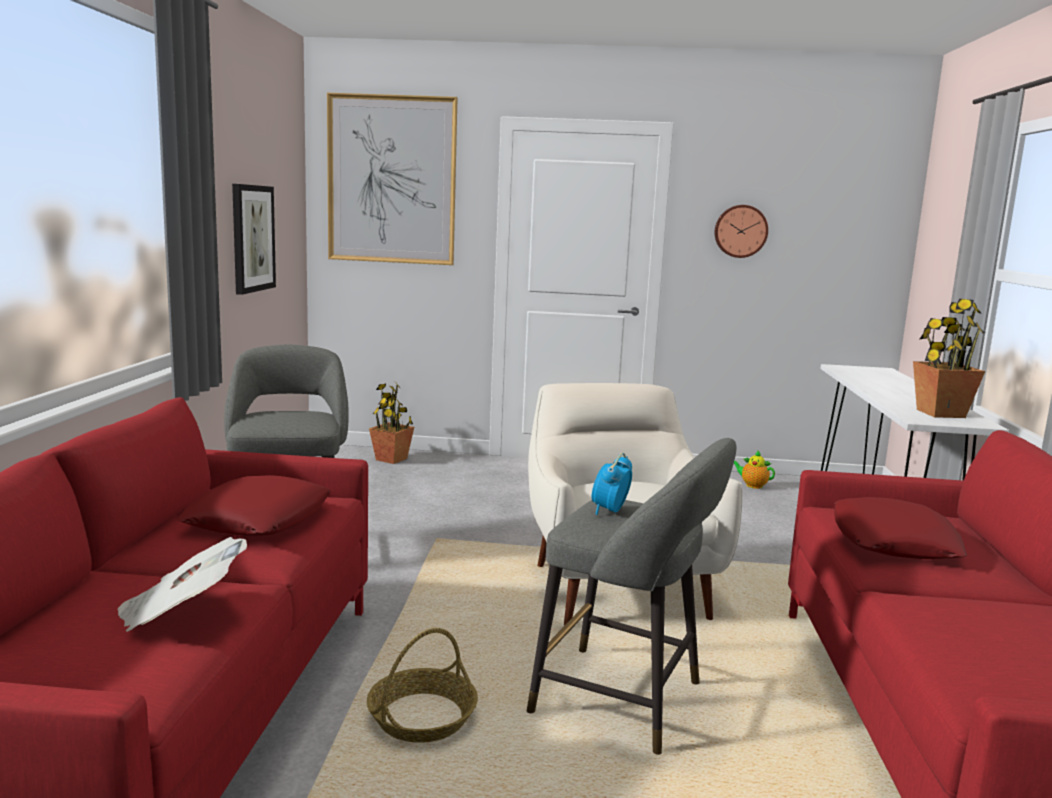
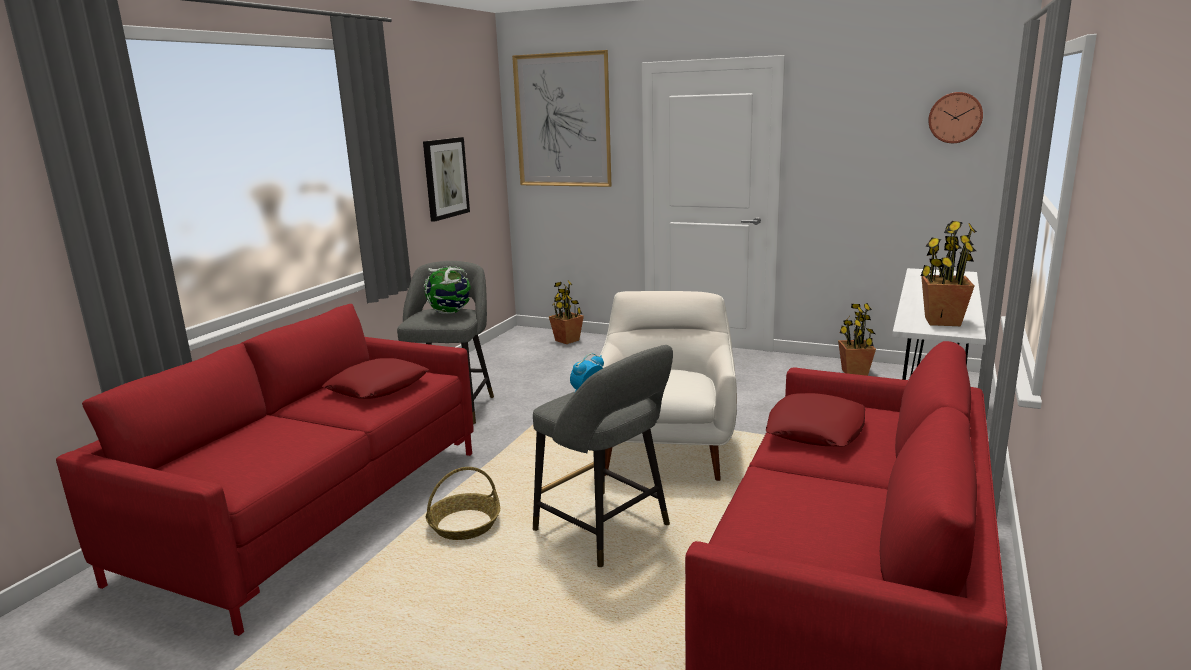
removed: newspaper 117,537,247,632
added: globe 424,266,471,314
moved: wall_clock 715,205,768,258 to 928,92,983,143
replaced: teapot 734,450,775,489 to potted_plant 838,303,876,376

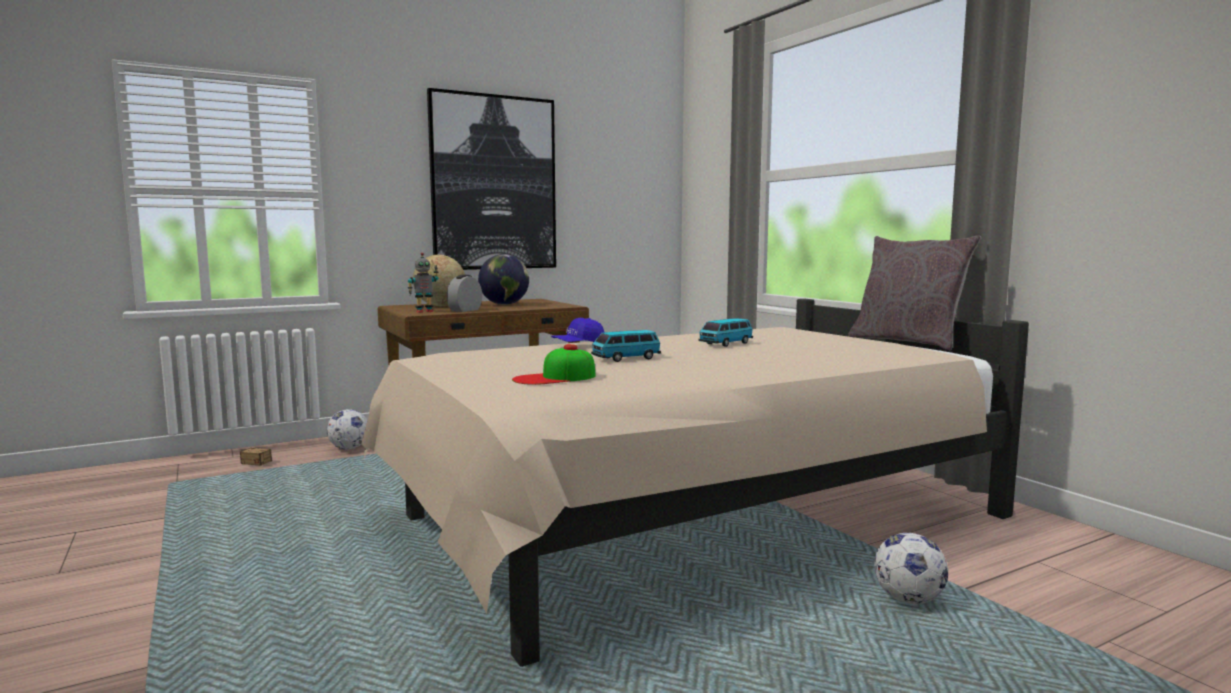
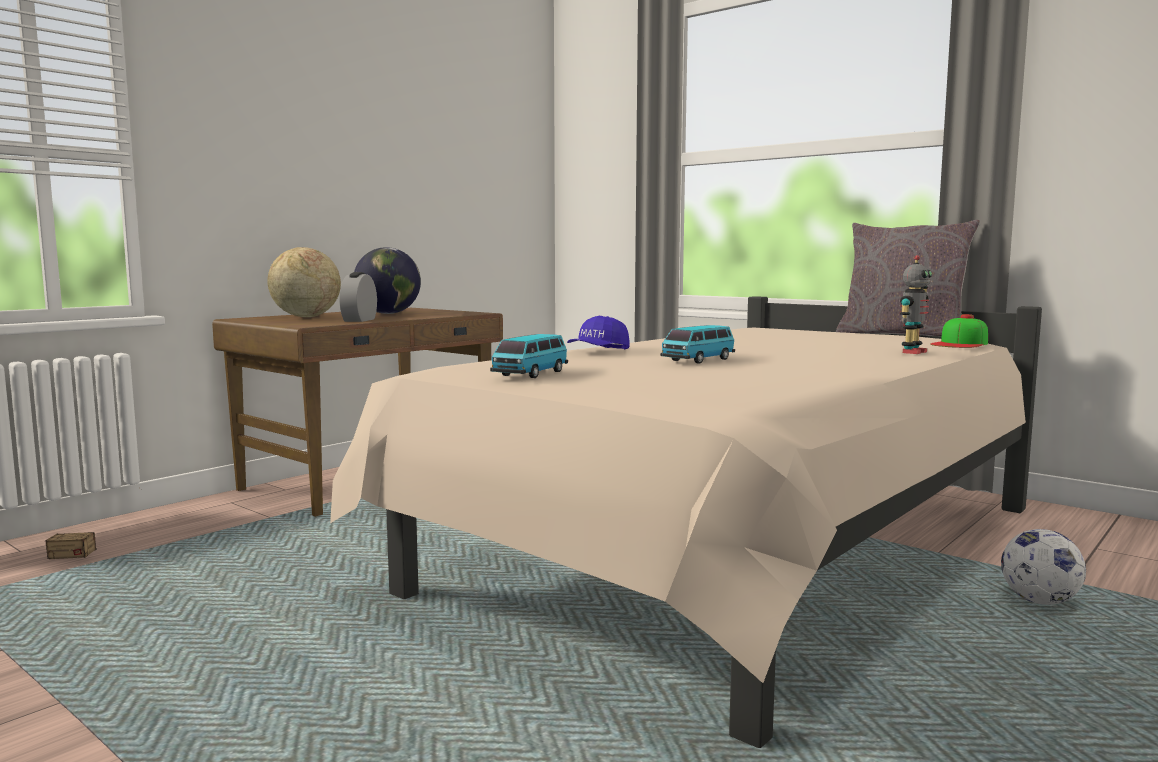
removed: football 327,409,367,449; picture 427,88,556,270
moved: toy_robot 408,252,438,313 to 899,255,932,354; cap 512,344,596,385 to 930,314,988,348; toy_car 698,318,753,347 to 490,334,568,378

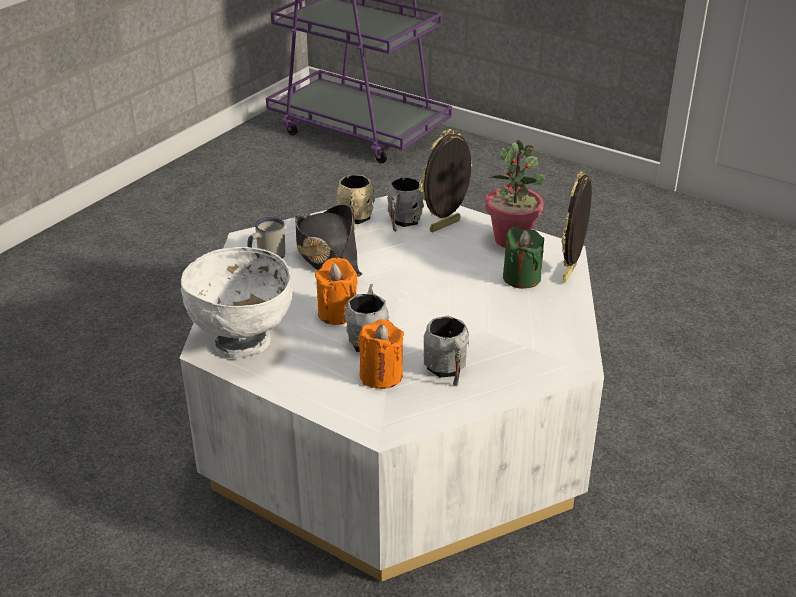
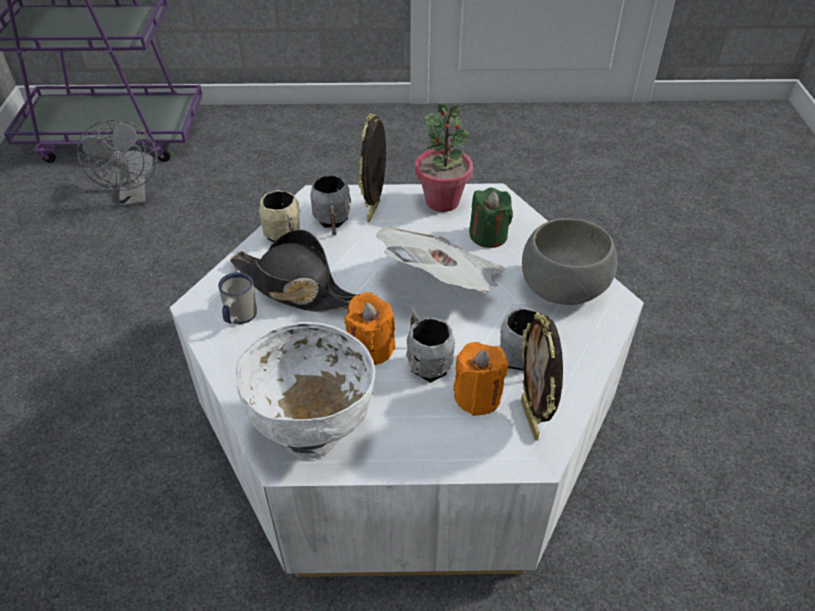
added: grey_fan 77,120,158,207; newspaper 376,226,505,293; grey_bowl 522,218,618,305
moved: picture_frame 562,171,592,283 to 521,312,563,441

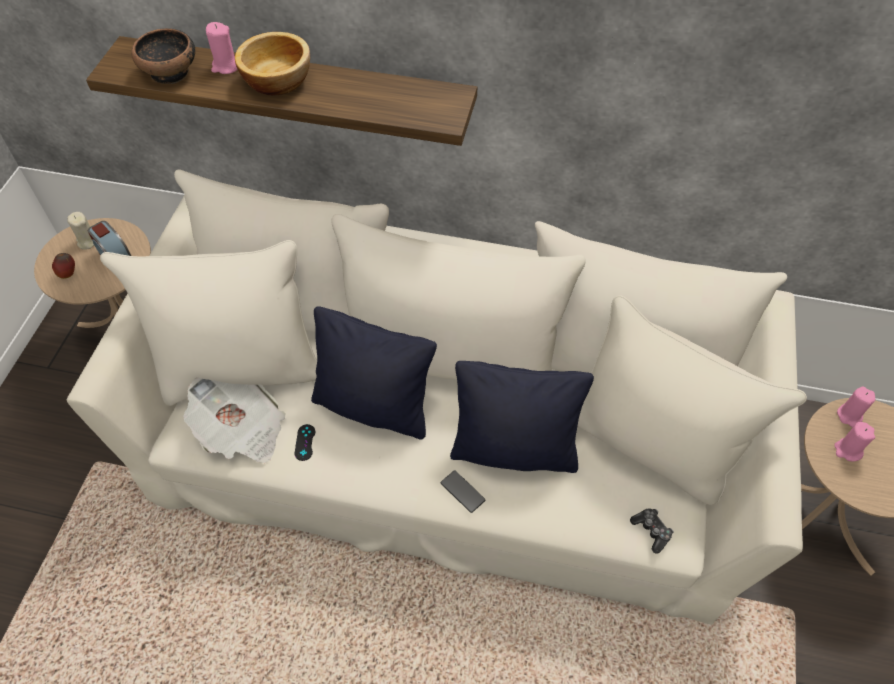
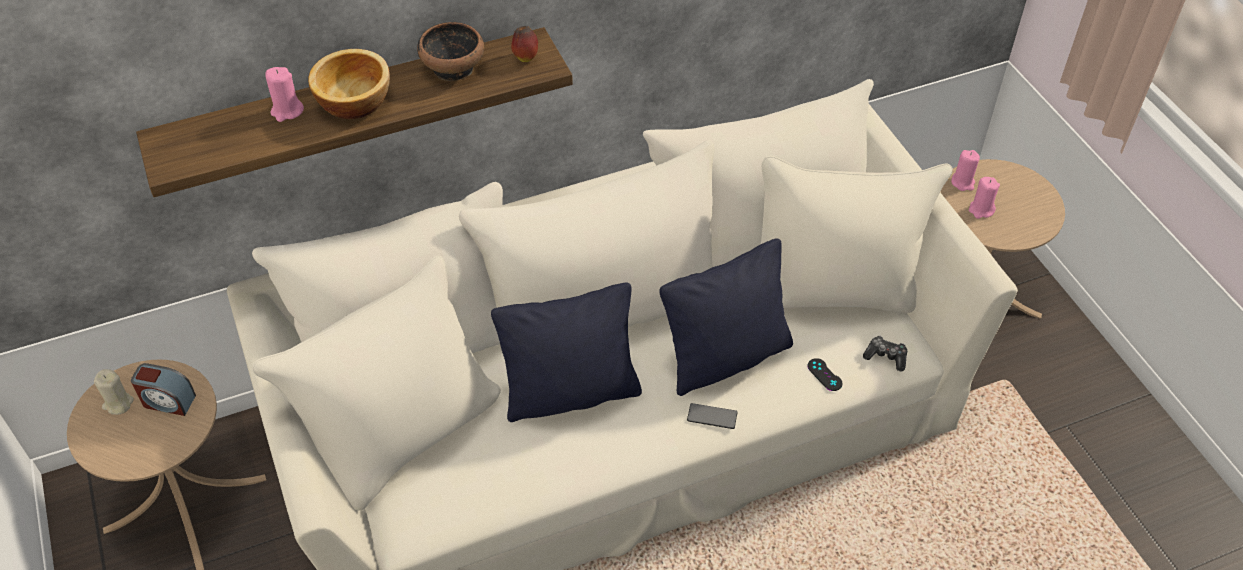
removed: newspaper 183,377,286,463
moved: apple 52,253,75,279 to 511,26,538,62; bowl 131,28,195,84 to 417,22,484,81; black_game_controller 295,424,315,461 to 808,358,842,391

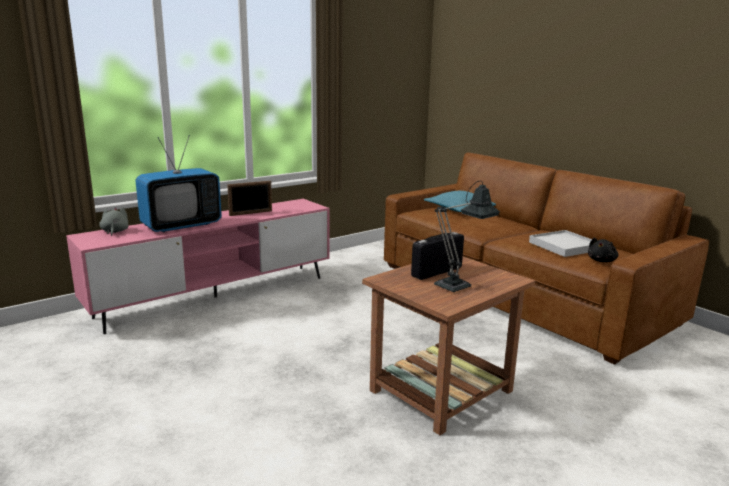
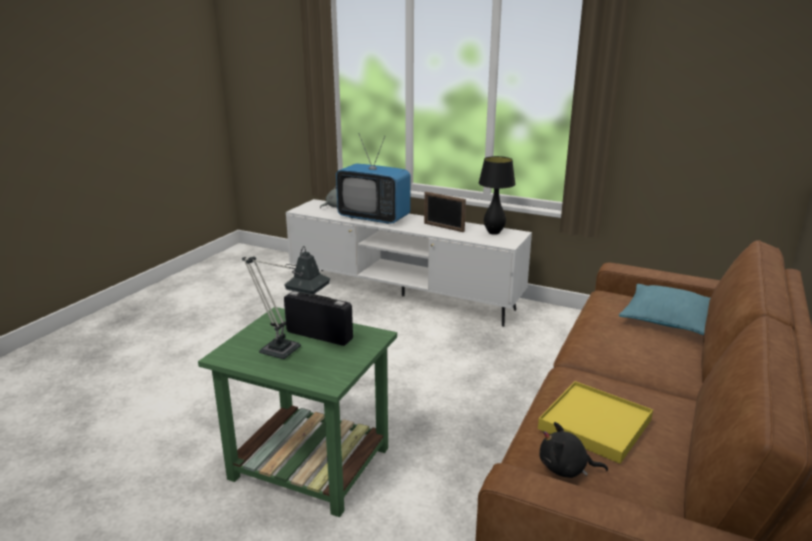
added: black_table_lamp 479,156,516,235
recoloured: pink_tv_stand 66,199,329,334 to white_tv_stand 286,199,532,327; brown_side_table 362,257,535,435 to green_side_table 198,307,397,517; white_tray 529,230,592,257 to yellow_tray 538,381,653,464

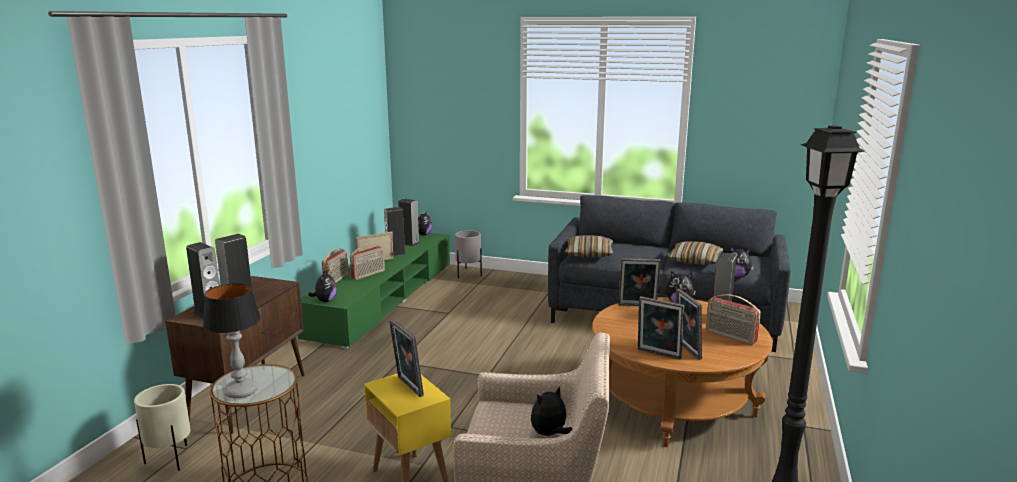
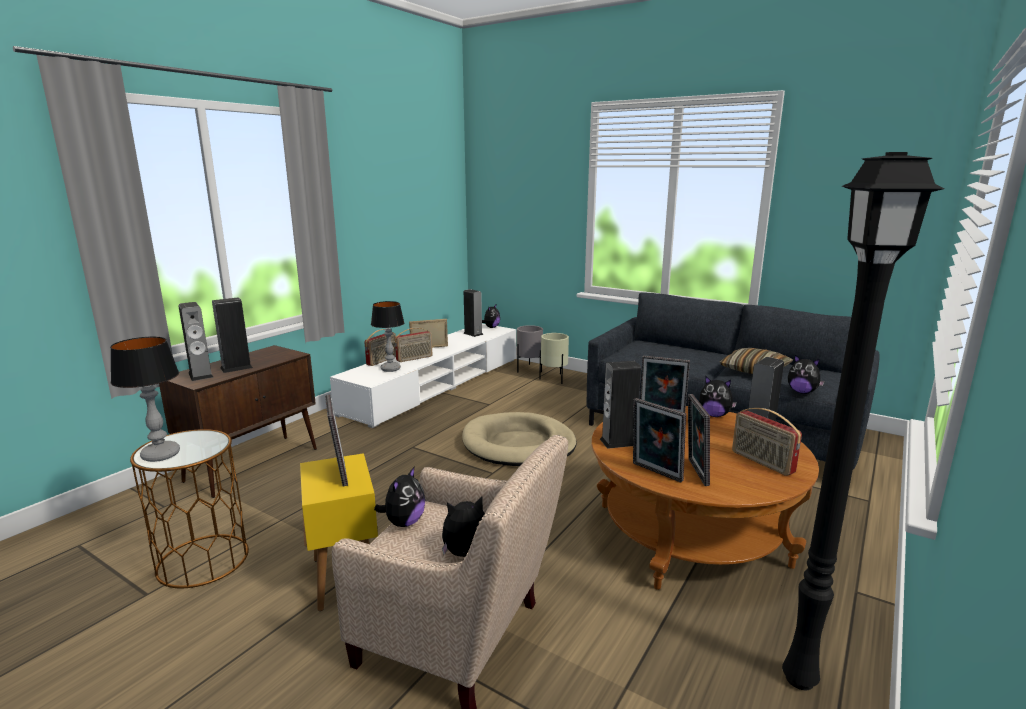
removed: pillow 565,235,613,257
added: table_lamp 371,301,404,372; beige_dog_bed 462,412,577,466
moved: beige_planter 134,384,191,471 to 539,333,569,384; plush_toy 308,270,337,302 to 374,466,425,527; speaker 384,207,406,256 to 600,361,641,449
recoloured: green_tv_stand 298,233,450,349 to white_tv_stand 330,324,516,428

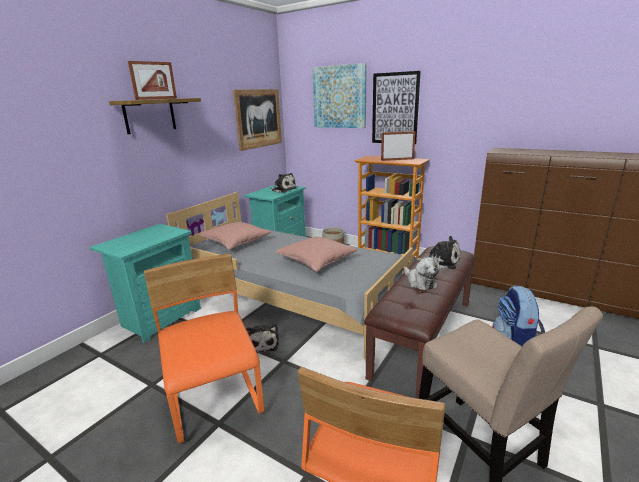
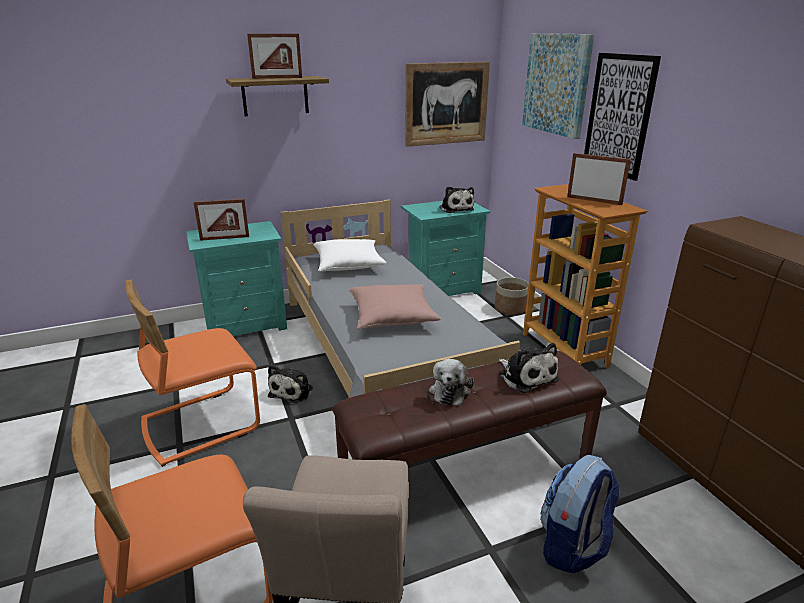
added: picture_frame 193,199,249,241
recoloured: pink_pillow 199,222,271,250 to white_pillow 313,239,386,272
turned: orange_chair 144,254,264,444 = 126,280,260,467 135 degrees counterclockwise

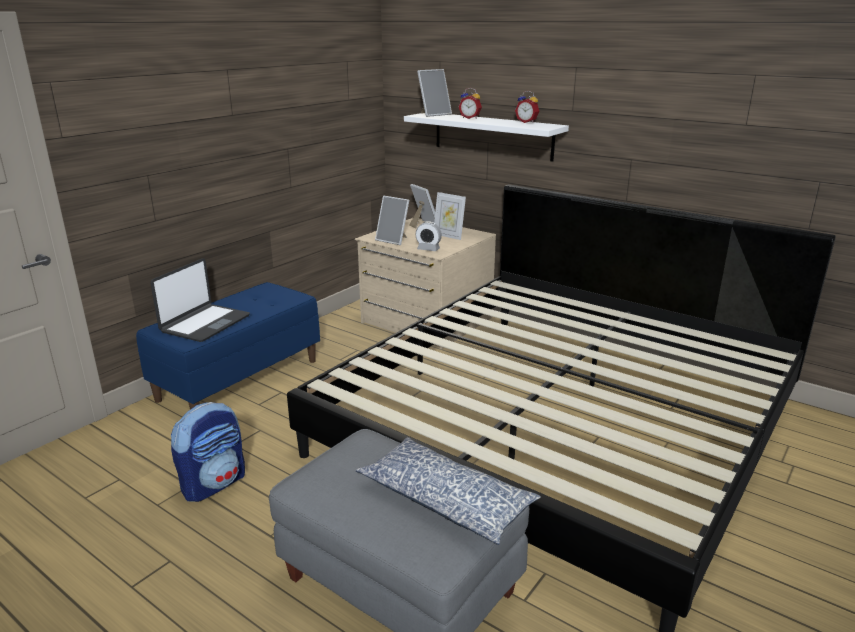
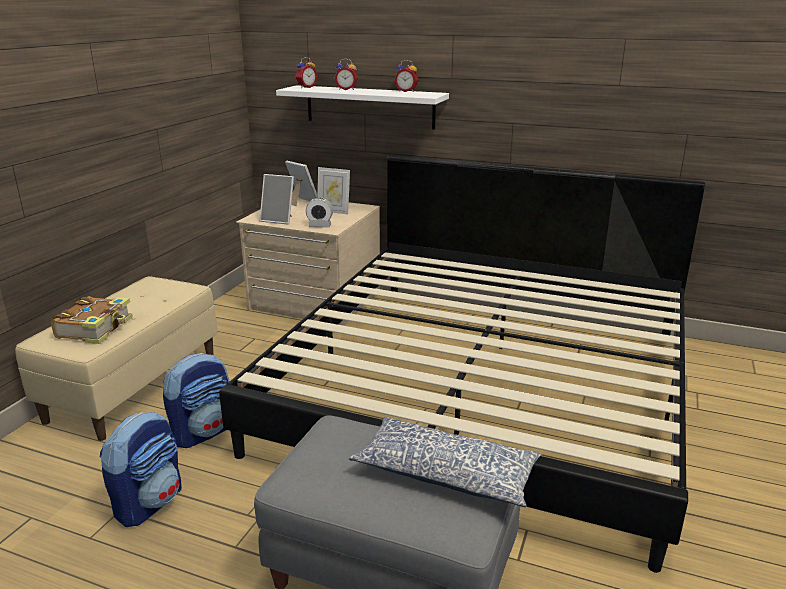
added: backpack 163,353,229,448
replaced: laptop 150,258,250,342 to book 51,296,133,344; picture_frame 417,69,452,117 to alarm_clock 296,57,318,88
recoloured: blue_bench 136,282,320,409 to beige_bench 15,276,218,441

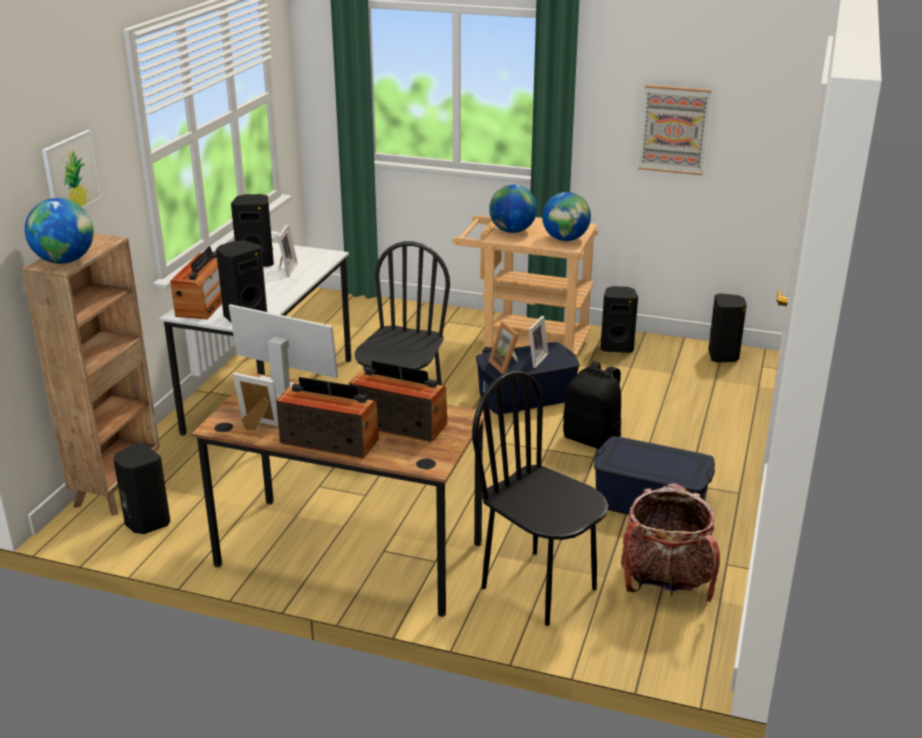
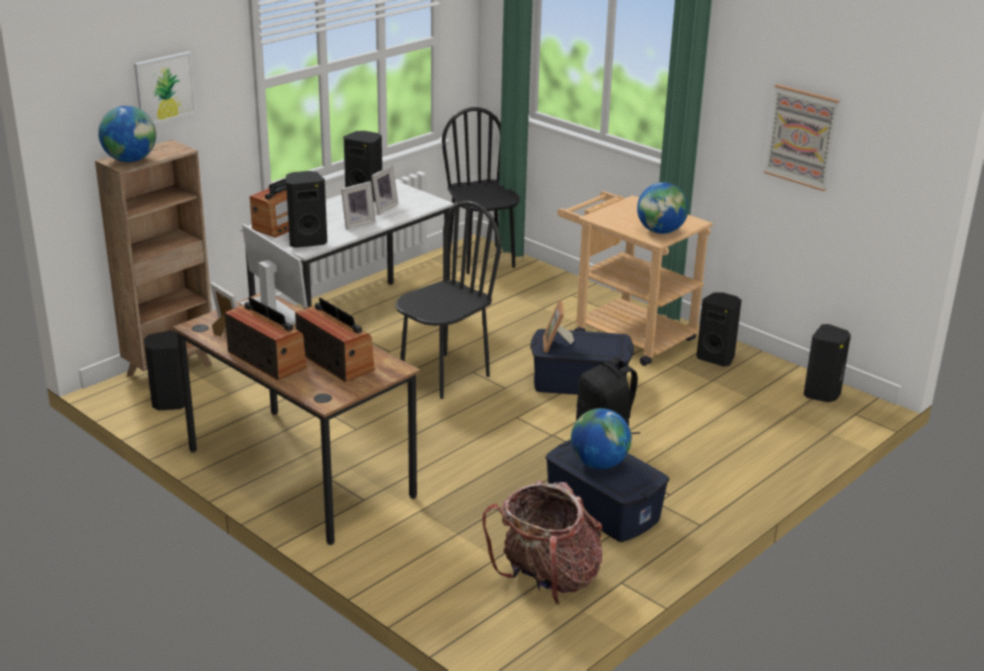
moved: black_chair 472,371,609,626 to 442,107,520,274; globe 489,185,537,233 to 571,408,631,469; picture_frame 529,316,548,368 to 341,181,376,230

